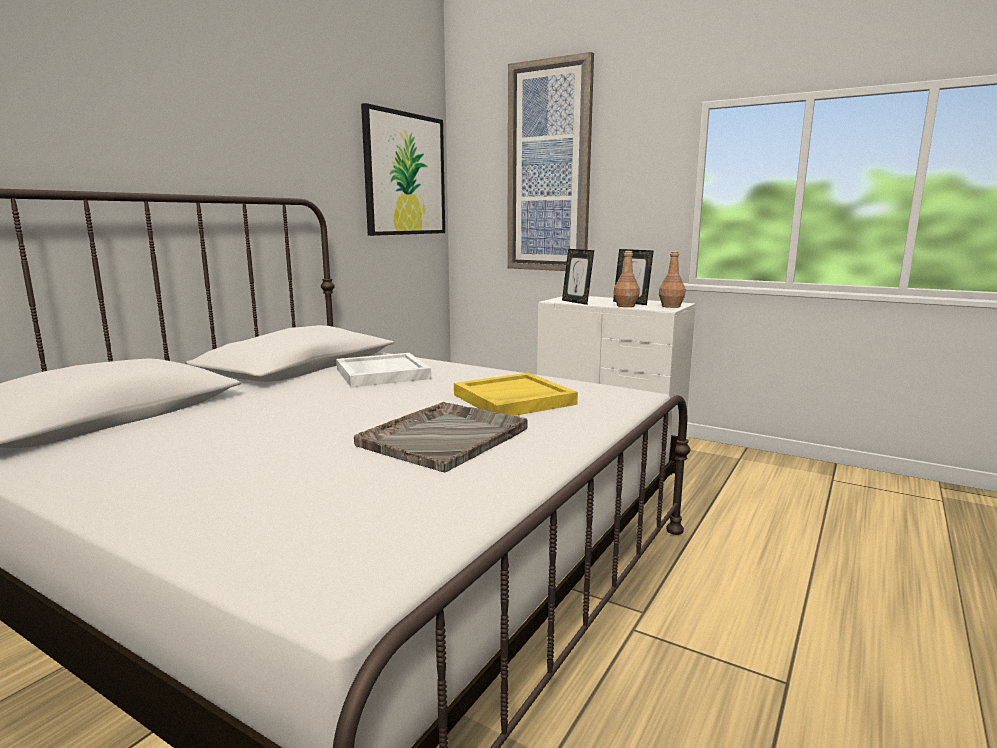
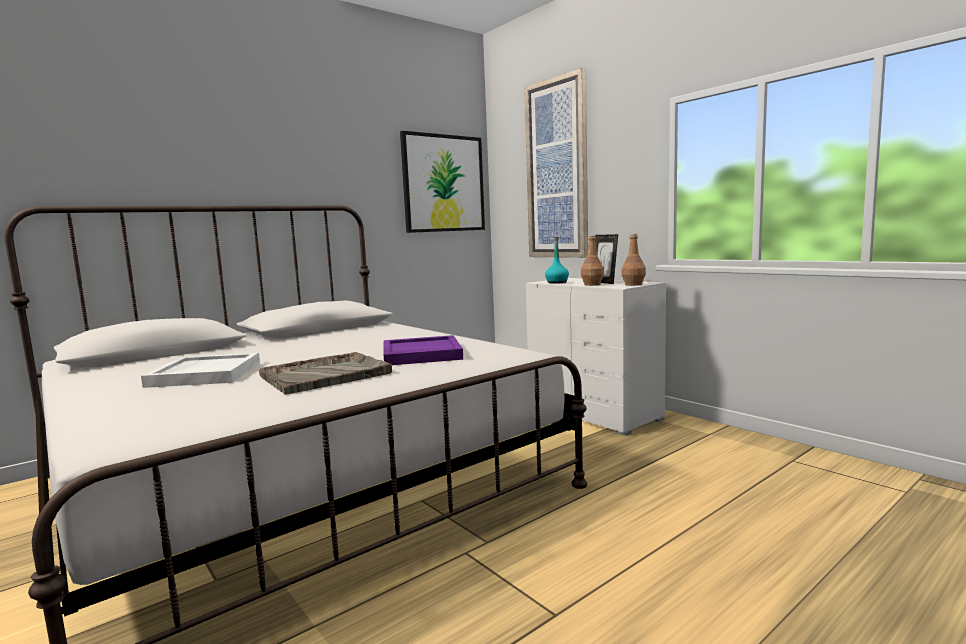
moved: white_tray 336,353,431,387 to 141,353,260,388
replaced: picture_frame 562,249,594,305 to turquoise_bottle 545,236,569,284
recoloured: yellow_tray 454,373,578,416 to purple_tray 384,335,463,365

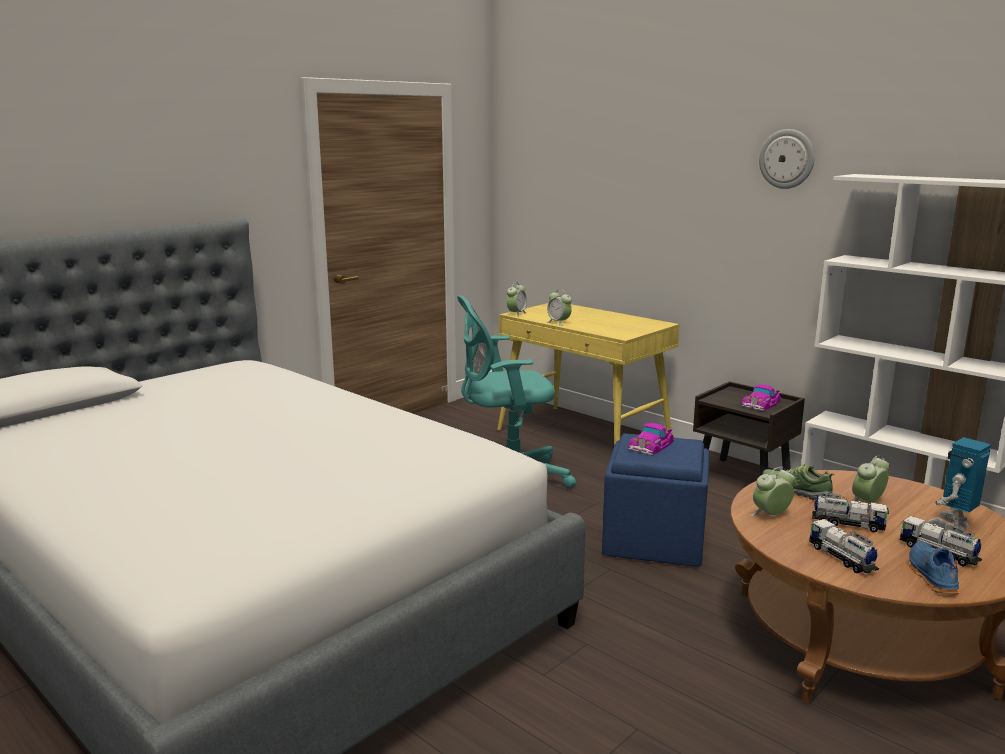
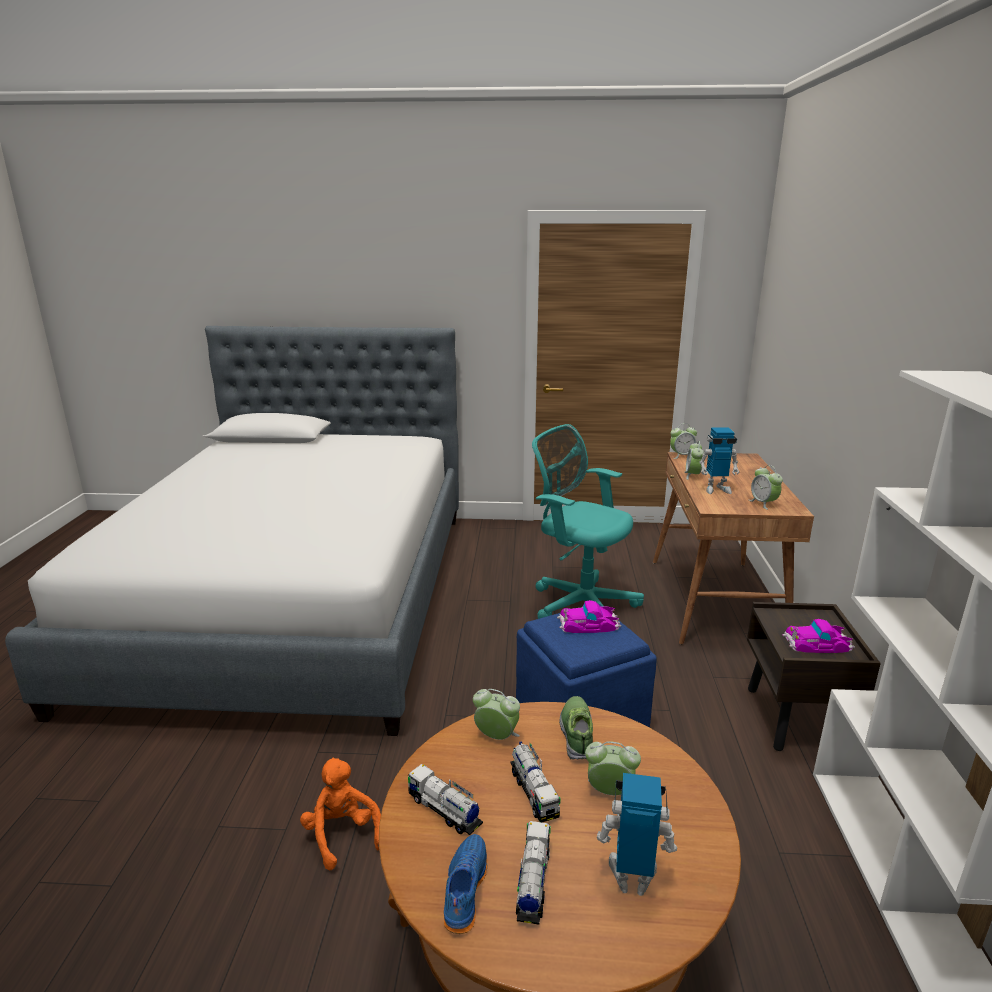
removed: wall_clock 759,129,815,189
added: orange_plush_toy 300,758,381,870; toy_robot 699,428,739,494; alarm_clock 749,465,783,510
recoloured: yellow_desk 497,303,679,446 to brown_desk 653,452,814,645
turned: toy_truck 809,519,879,573 = 407,764,483,835 75 degrees counterclockwise; blue_shoe 908,542,960,594 = 444,834,488,934 45 degrees counterclockwise

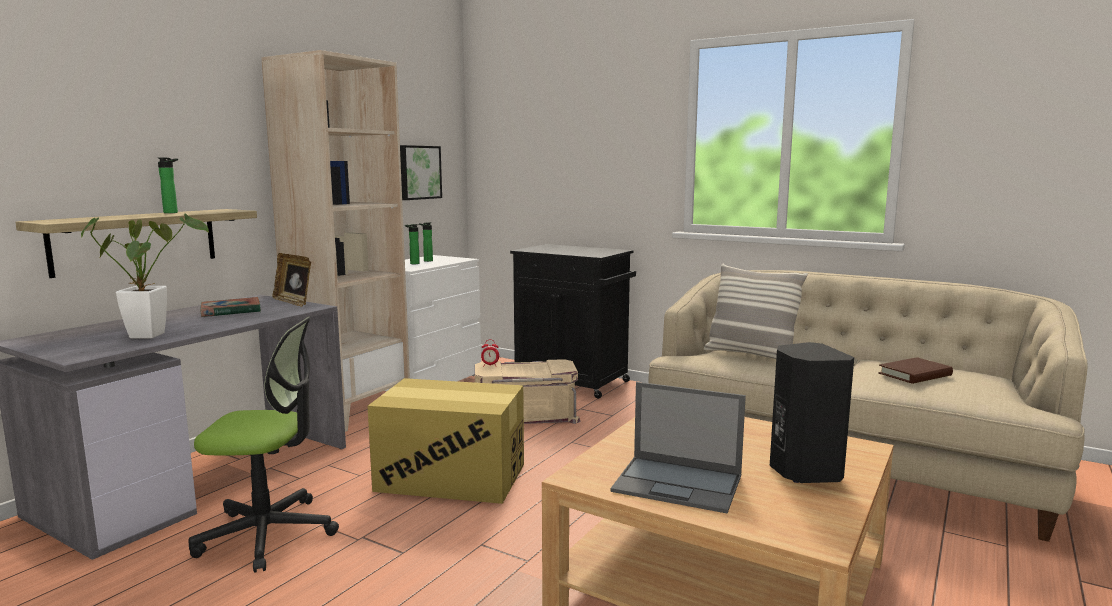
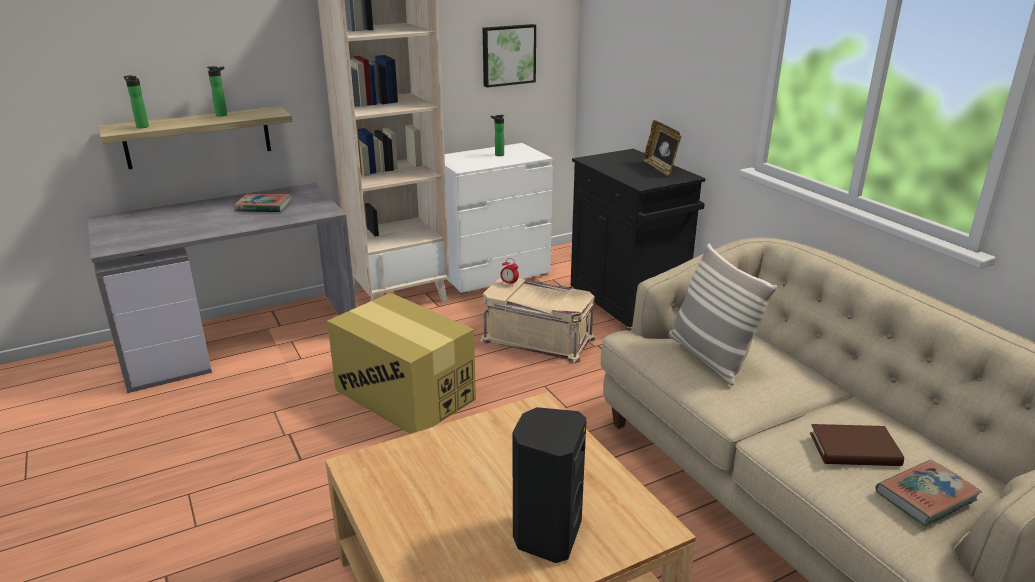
removed: potted_plant 81,214,209,338; office_chair 188,317,339,573; laptop 611,382,746,514
added: book 875,459,982,526
moved: picture_frame 272,253,311,307 to 643,120,681,176; bottle 405,224,420,264 to 124,75,149,128

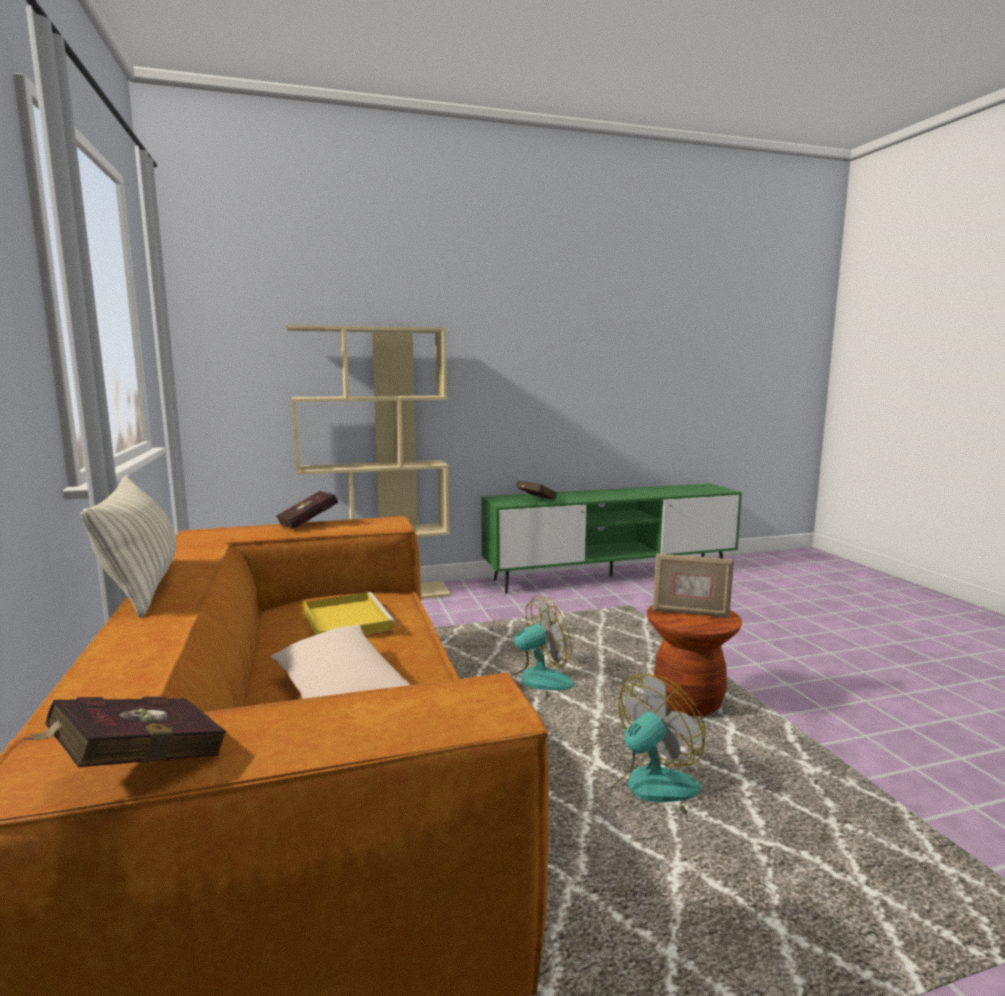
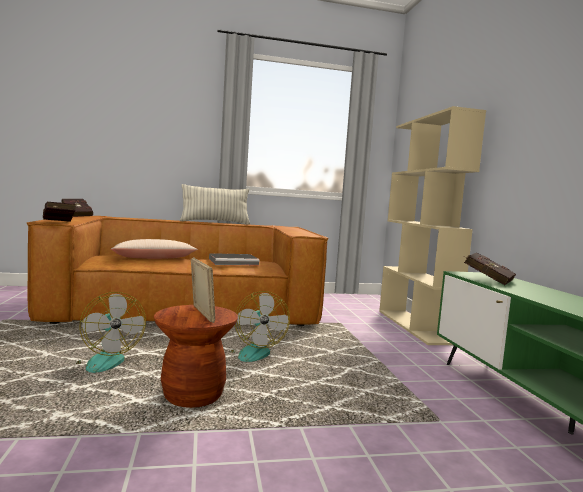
moved: red_book 276,491,341,529 to 43,202,76,222
recoloured: yellow_tray 304,592,395,636 to grey_tray 209,253,260,265
turned: picture_frame 653,554,734,618 = 191,257,215,323 135 degrees clockwise

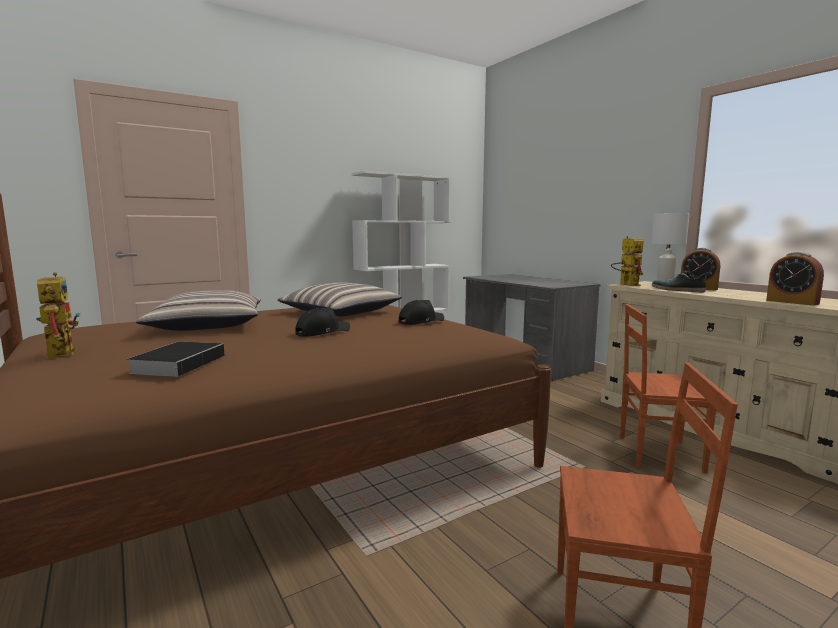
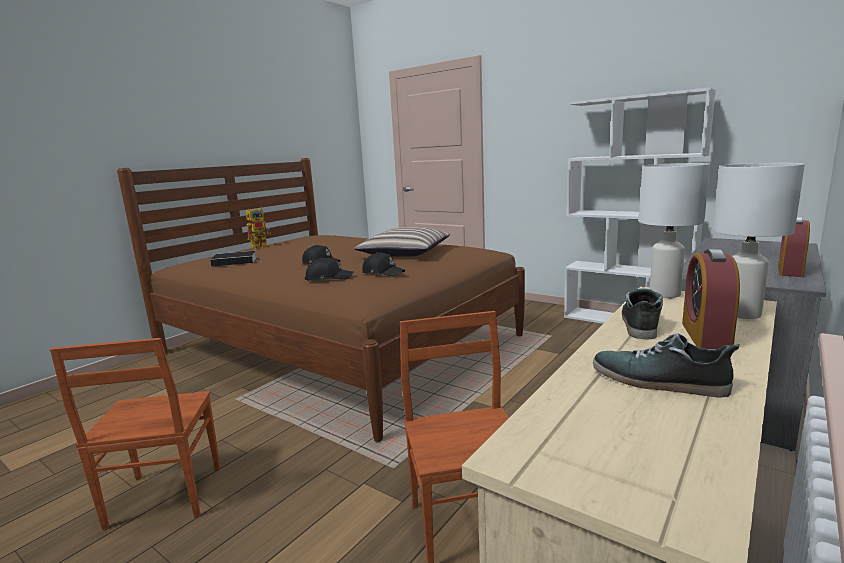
removed: pillow 136,290,261,331
added: black_cap 305,258,353,281; shoe 593,333,740,397
moved: alarm_clock 766,252,824,306 to 778,217,810,277
replaced: toy_robot 611,236,643,286 to white_table_lamp 639,163,710,298

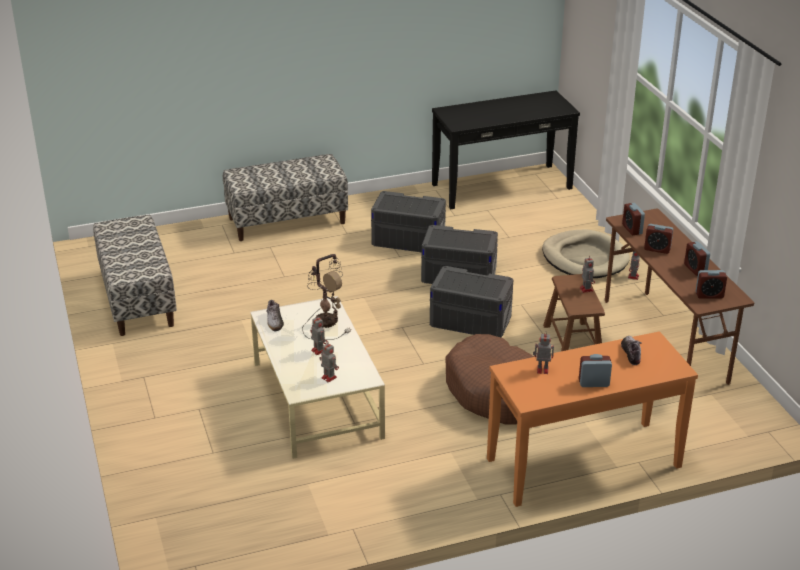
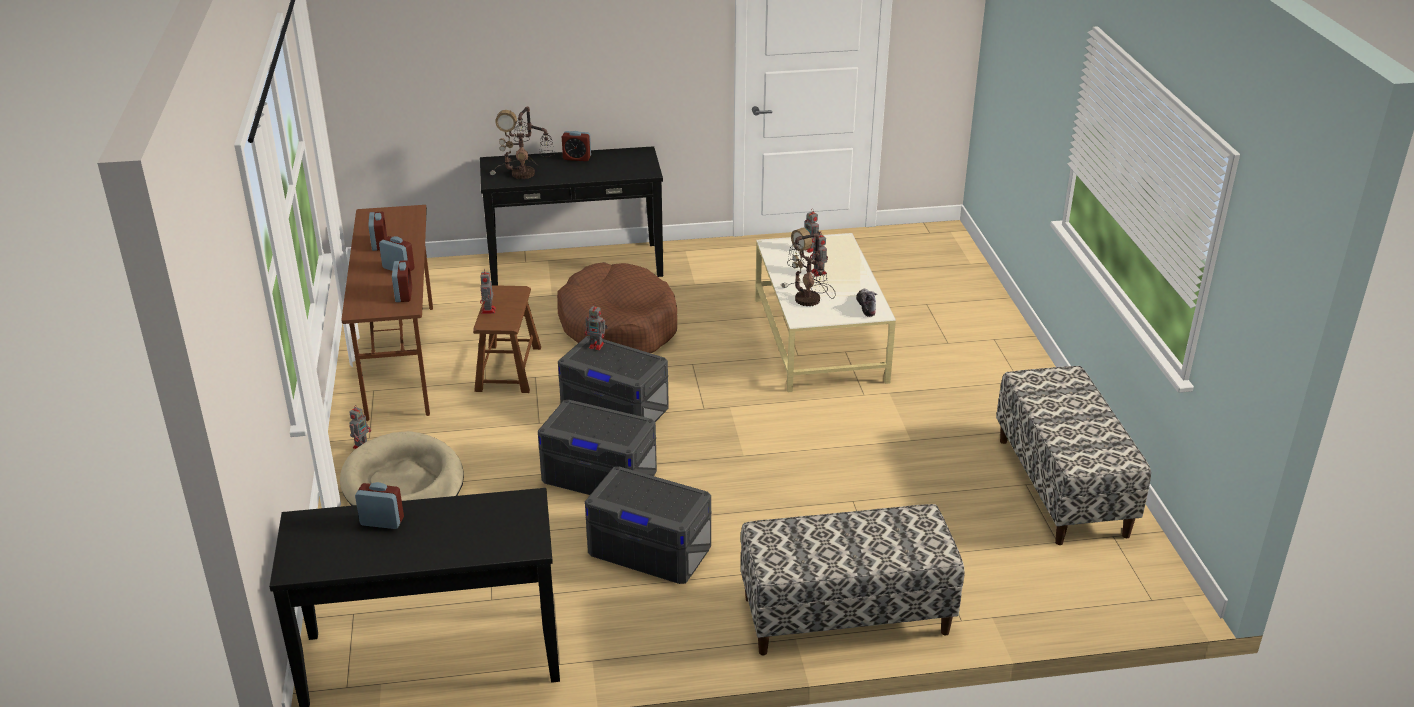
moved: toy_robot 533,331,554,374 to 585,303,608,350; alarm_clock 696,270,727,299 to 355,482,404,529
replaced: shoe 621,336,641,365 to table_lamp 490,106,555,179
recoloured: orange_console_table 487,331,698,507 to black_console_table 480,146,663,285

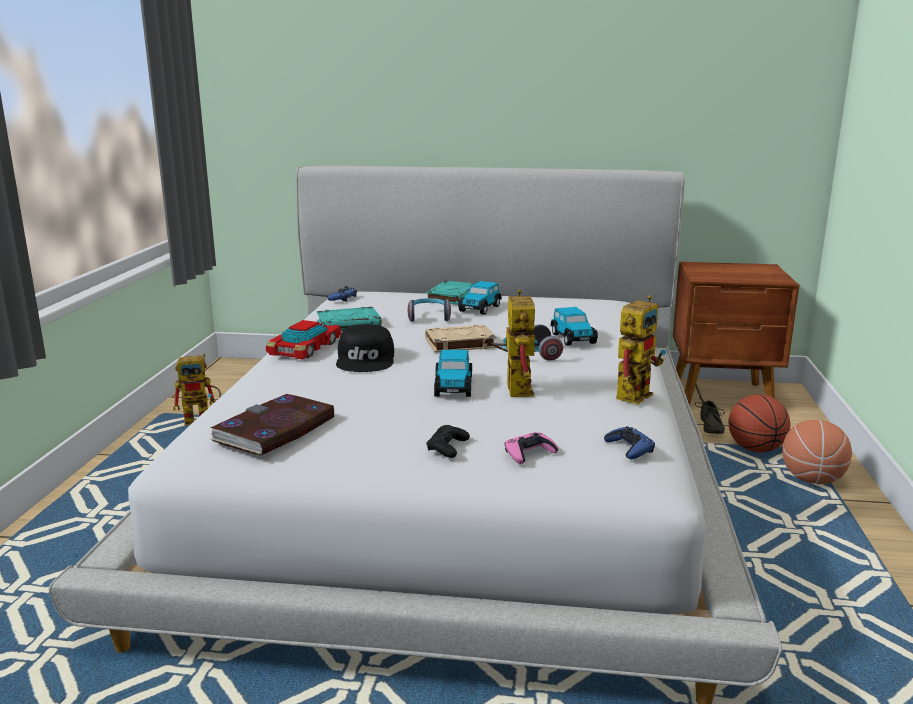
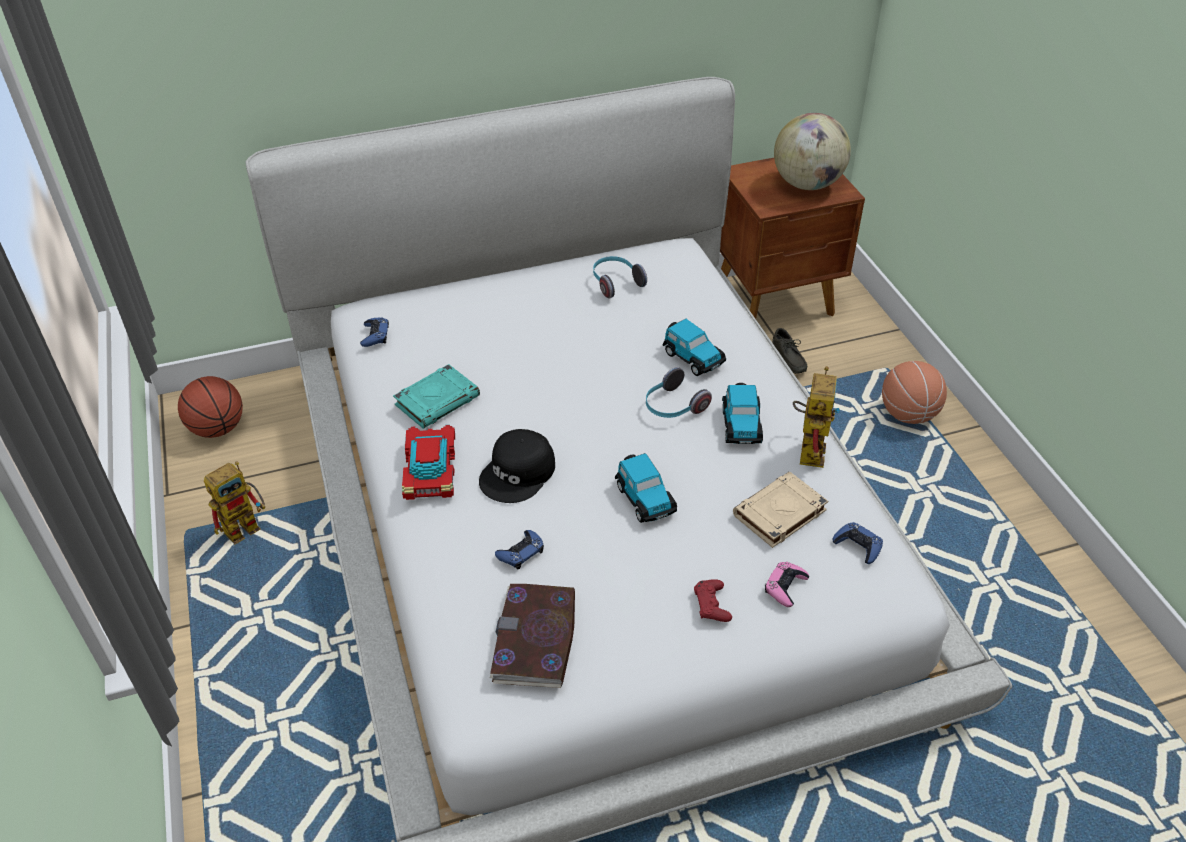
removed: turquoise_book 426,281,475,305; toy_robot 491,289,538,397
added: blue_game_controller 495,530,544,569; globe 774,113,851,190
moved: headphones 408,298,451,322 to 593,256,647,299; beige_book 425,325,496,353 to 733,472,828,548; toy_car 458,281,502,315 to 722,383,763,444; basketball 729,394,790,452 to 178,376,243,438
recoloured: black_game_controller 427,425,470,458 to red_game_controller 694,579,732,622
turned: black_cap 336,324,394,372 = 479,429,555,503 60 degrees clockwise

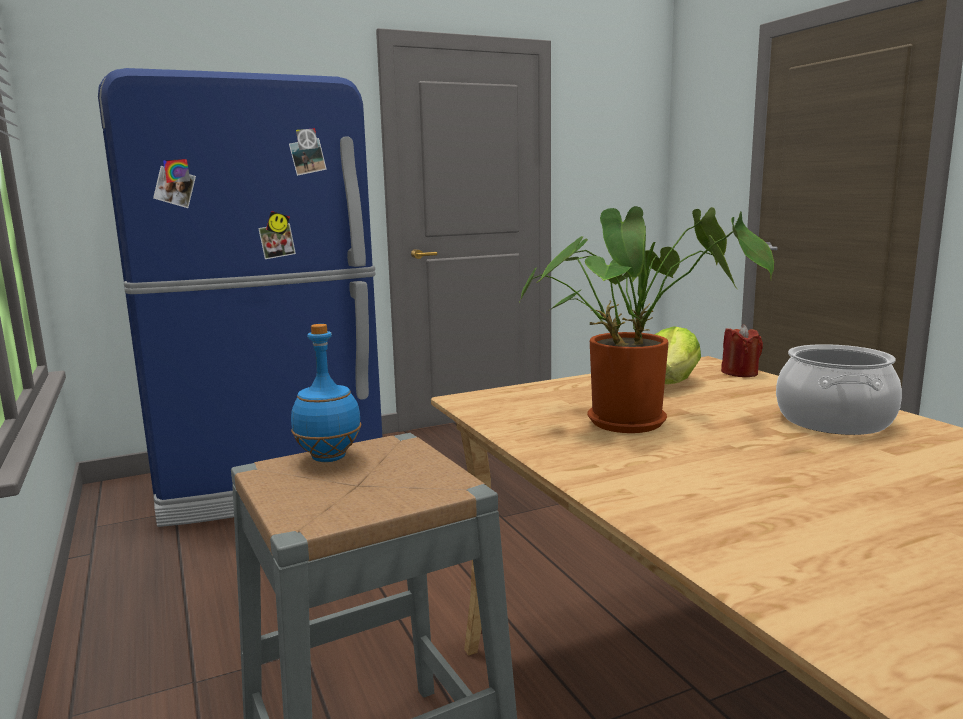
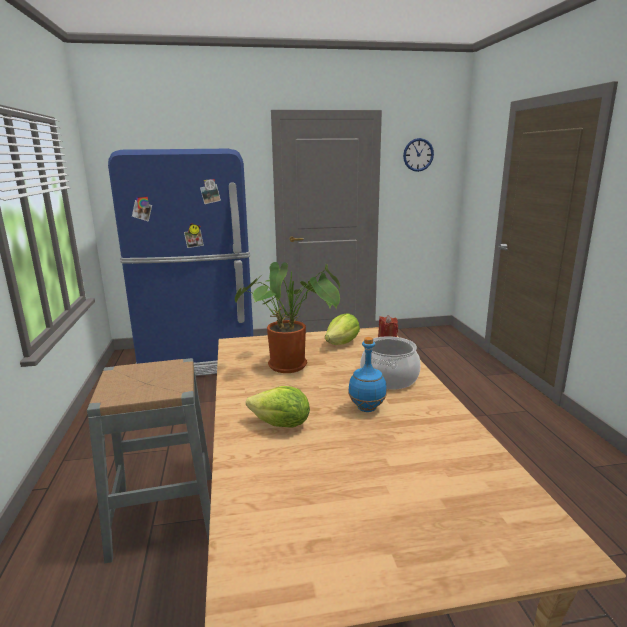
added: lettuce 246,386,310,428; wall_clock 403,138,434,172
moved: blue_bottle 291,324,361,462 to 348,337,387,412

